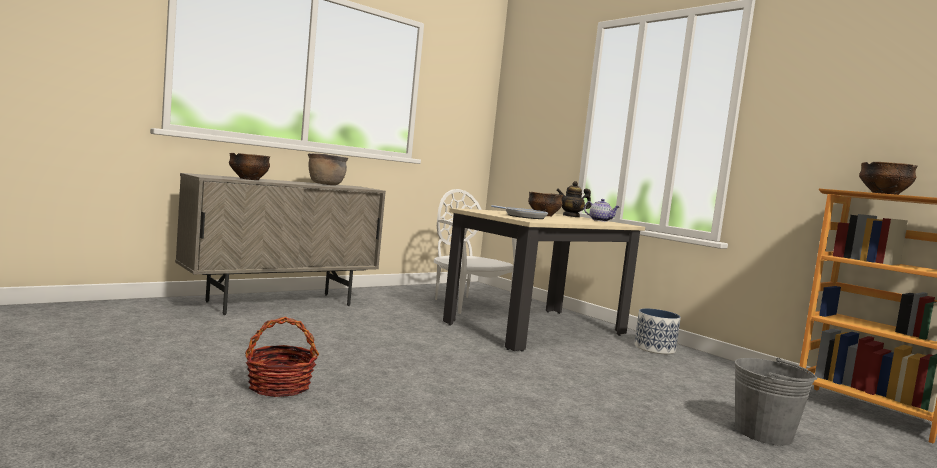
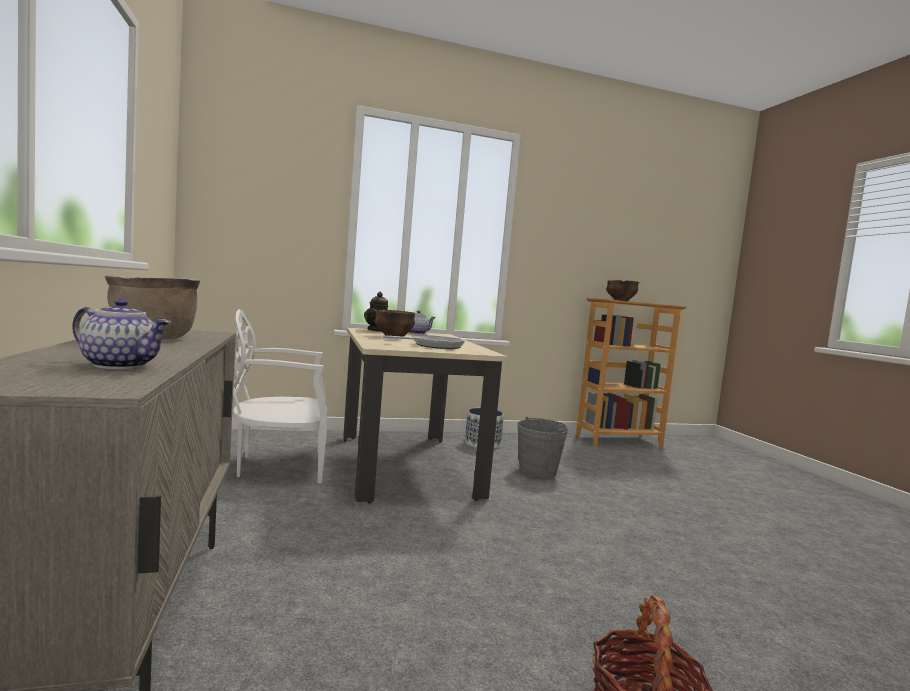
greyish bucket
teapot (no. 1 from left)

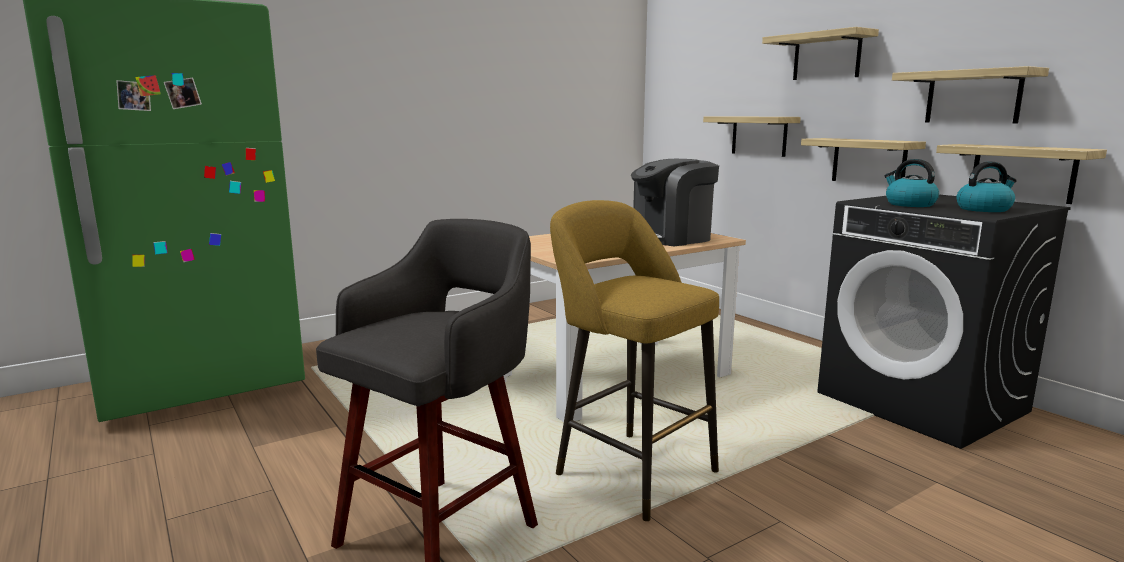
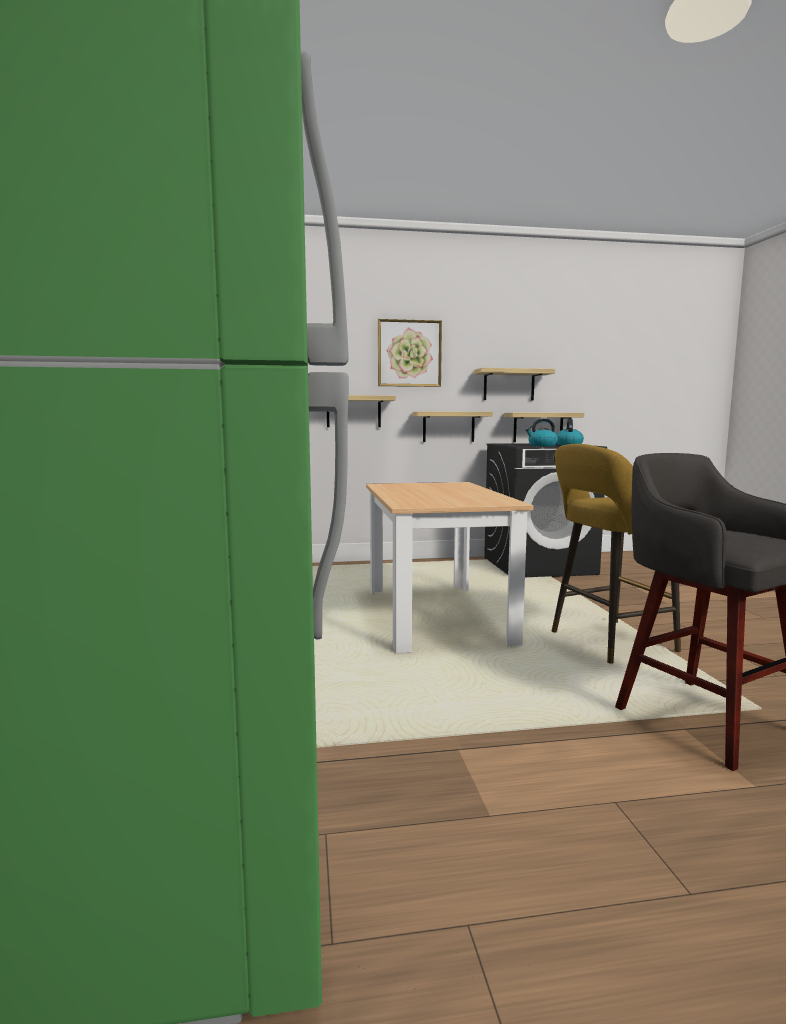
coffee machine
wall picture

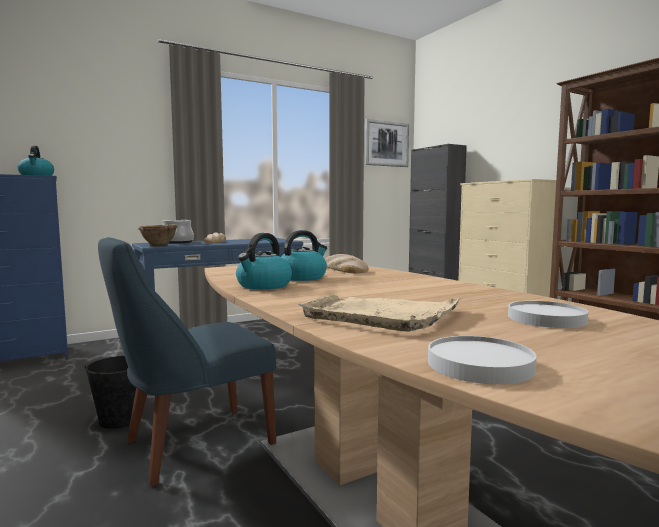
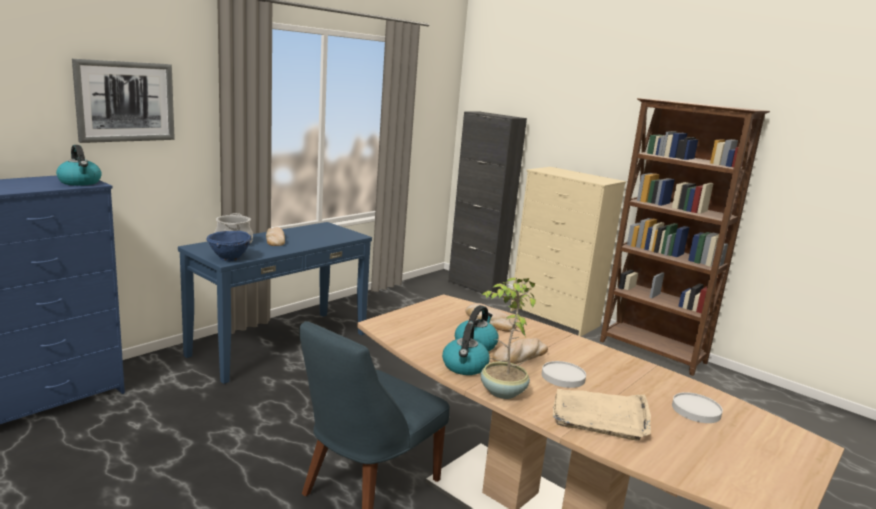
black bucket
potted plant
bread (no. 3 from left)
wall picture
white-coloured flat dish (no. 1 from left)
blue-coloured deep dish

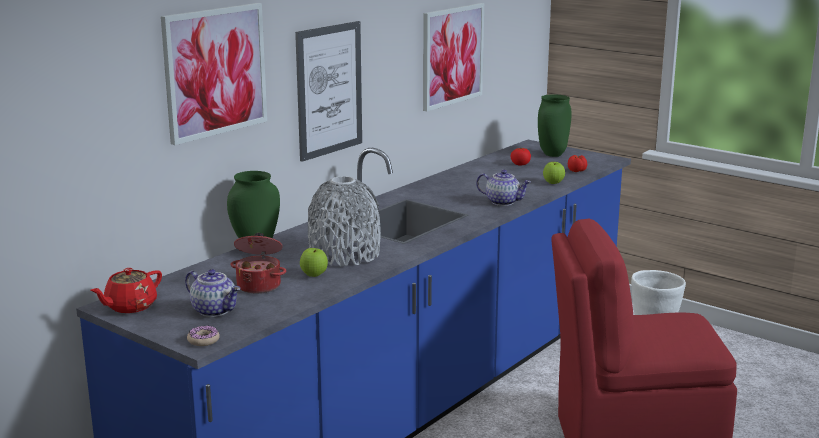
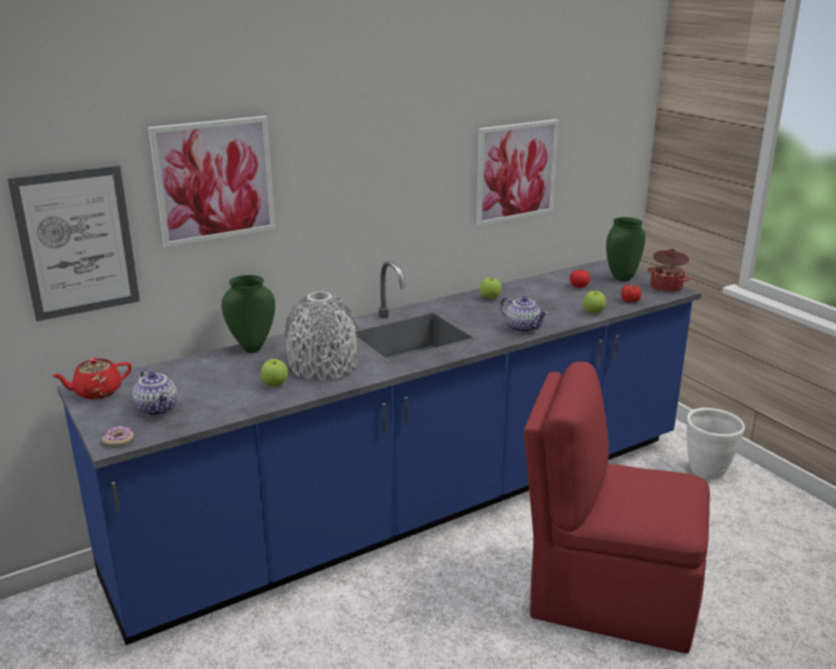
whole apple (no. 2 from left)
cooking pot
wall picture (no. 1 from left)

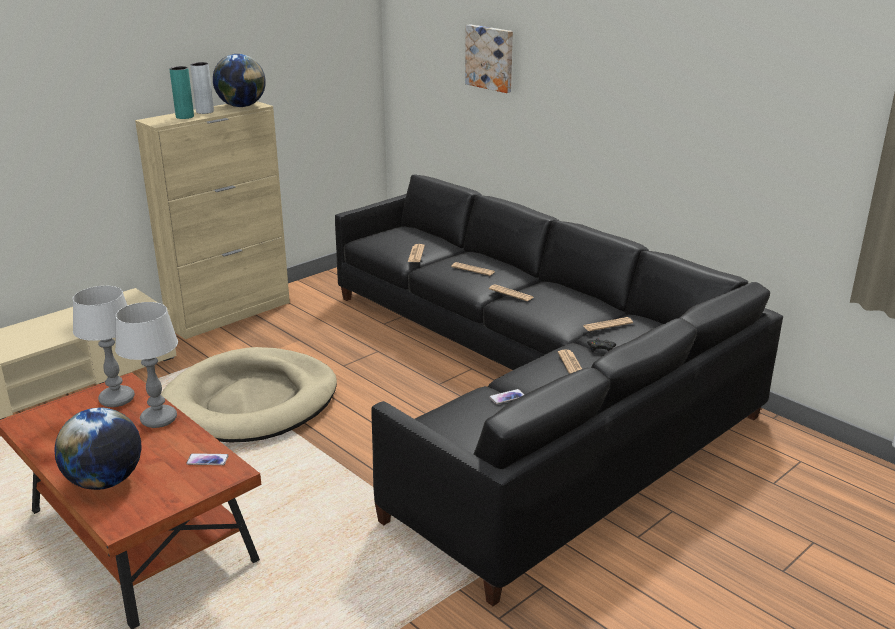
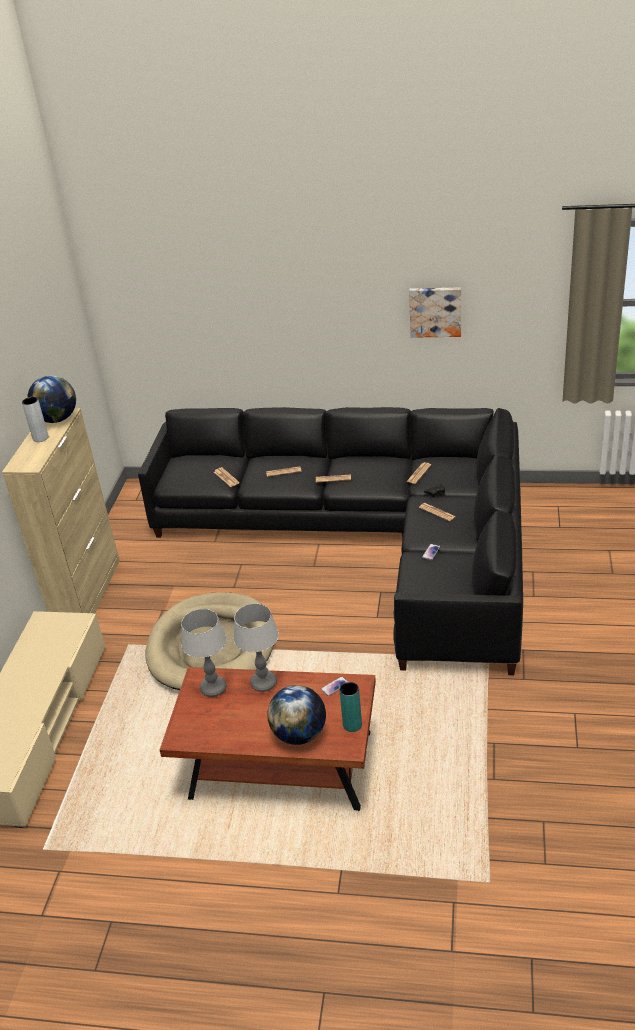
turquoise vase
wall picture

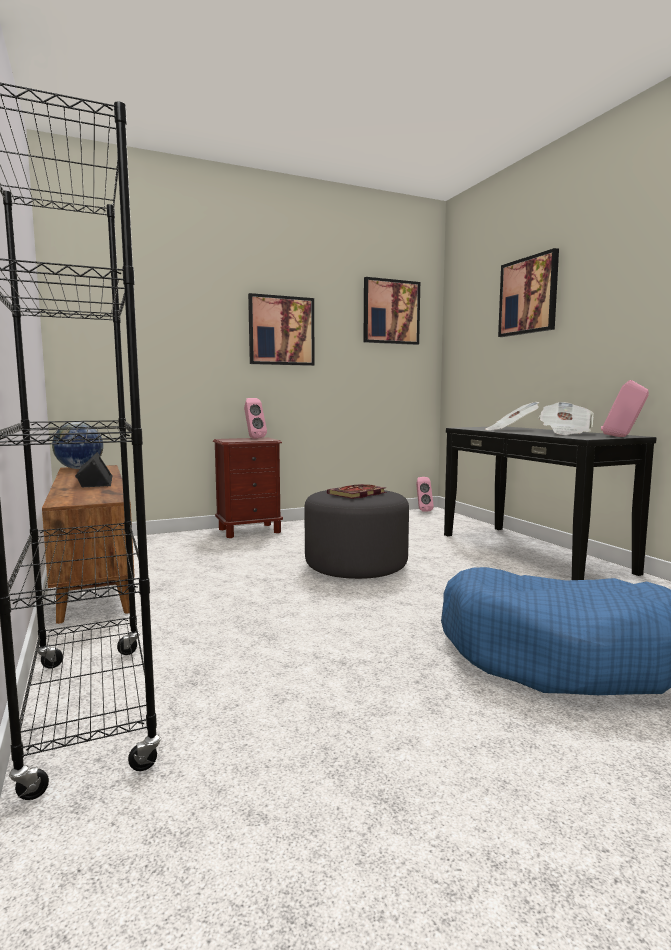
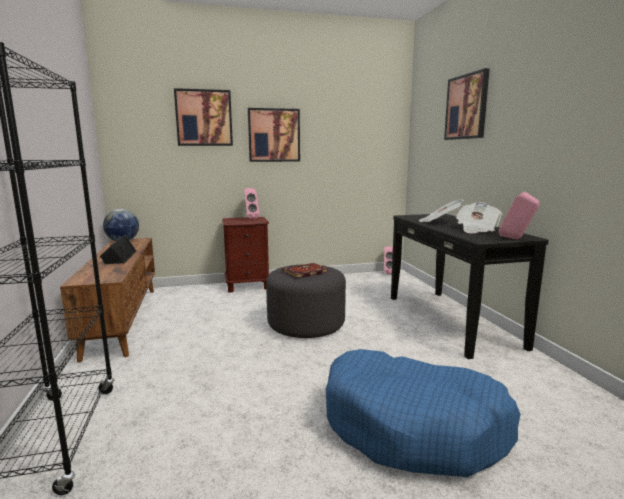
wall picture (no. 1 from left)

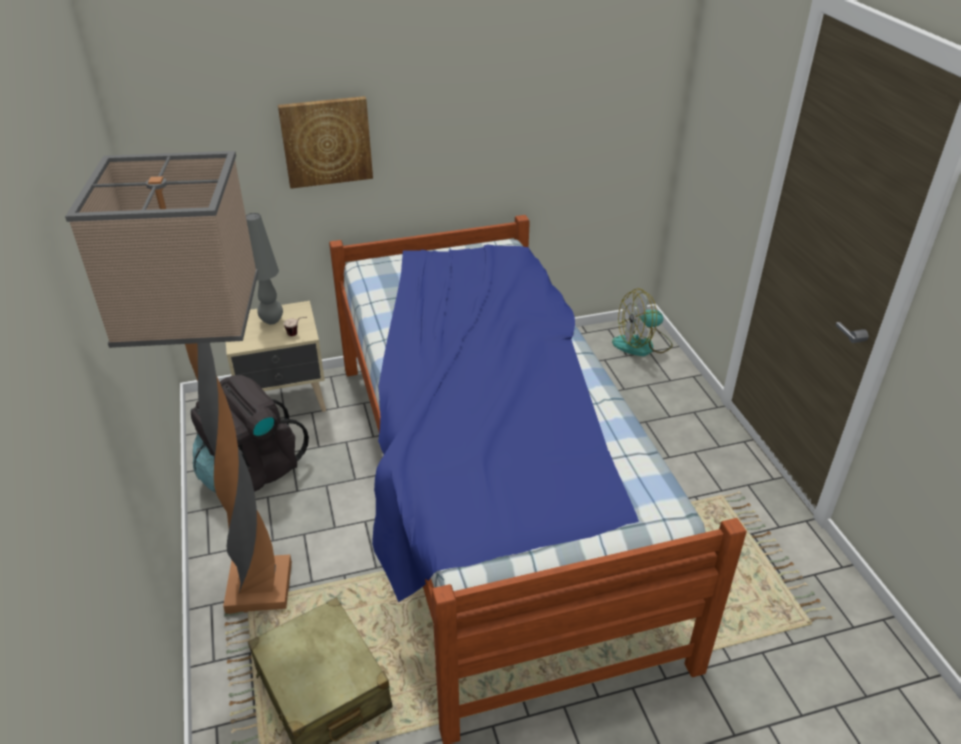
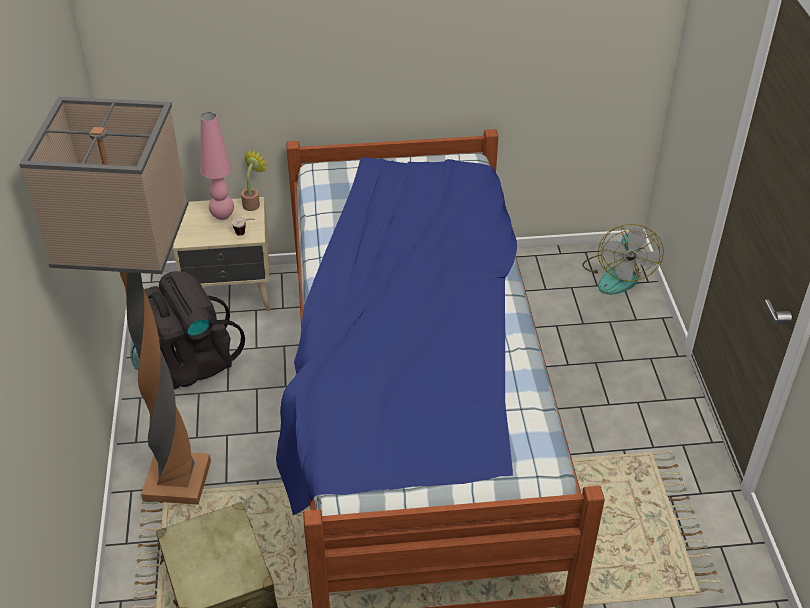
wall picture
potted plant
pink tabletop lamp
fan

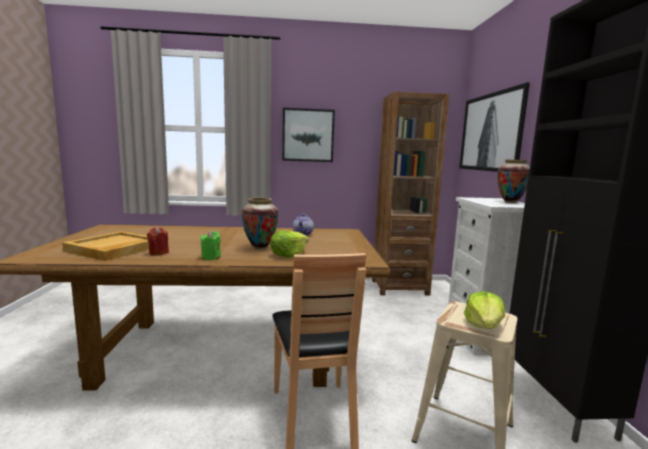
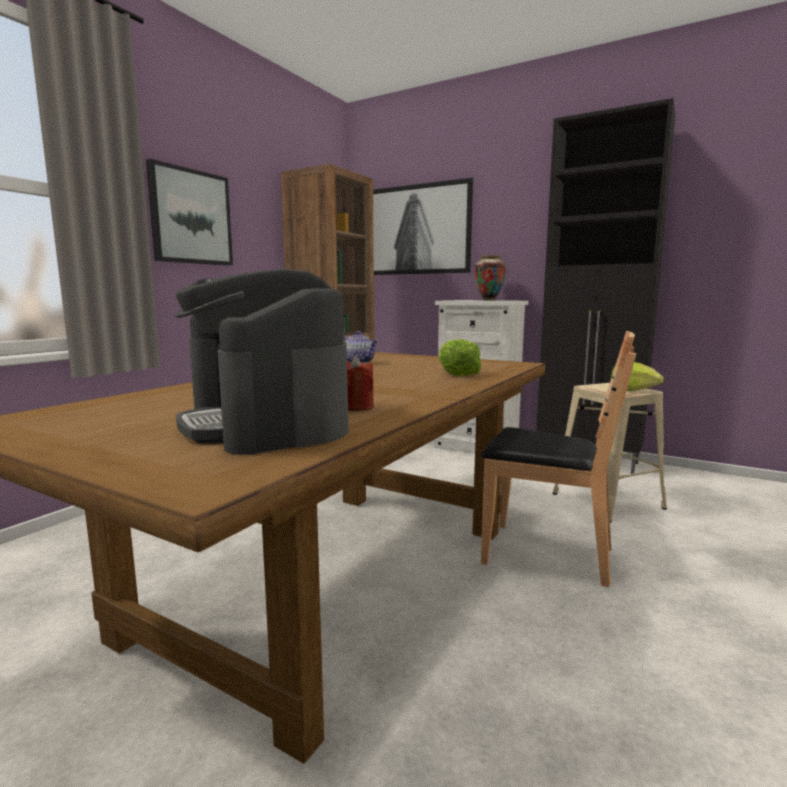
greenish wax light
vase (no. 1 from left in the first image)
coffee machine

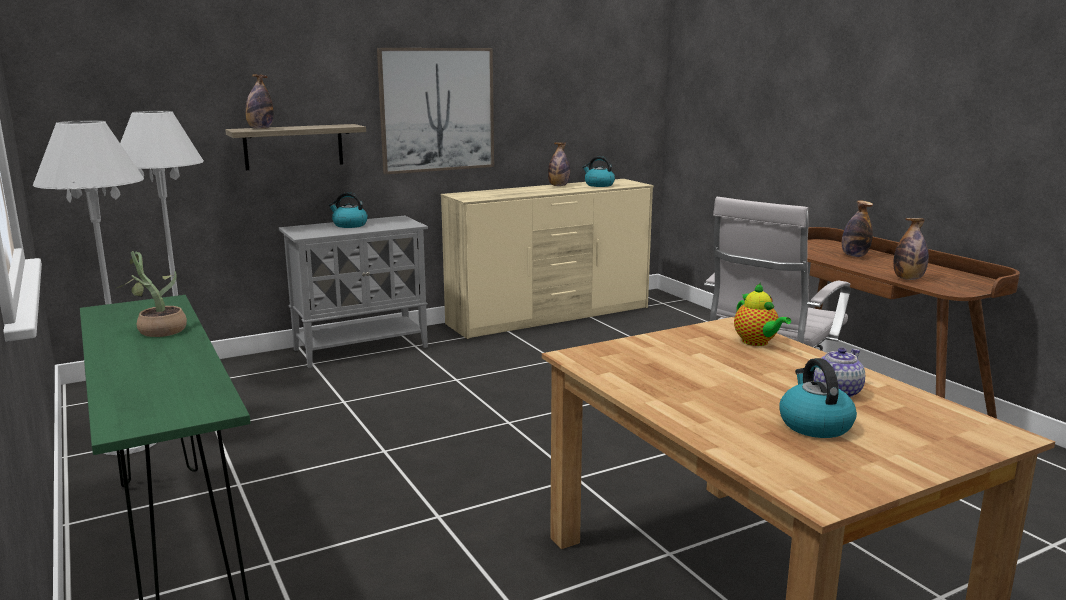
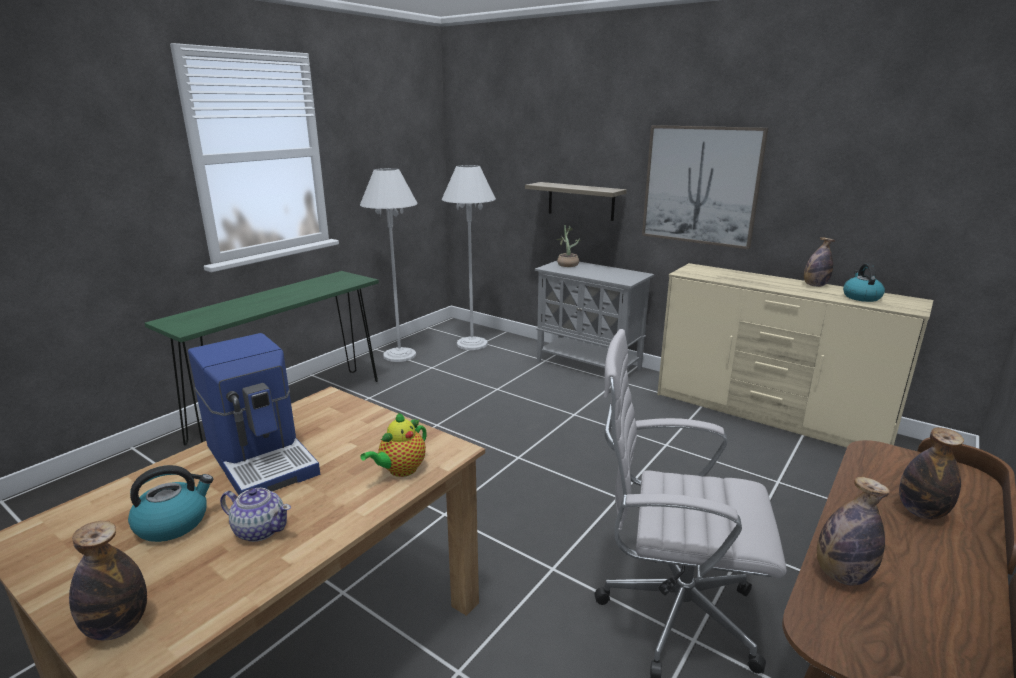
kettle (no. 1 from left in the first image)
coffee machine
potted plant
bottle (no. 1 from left)

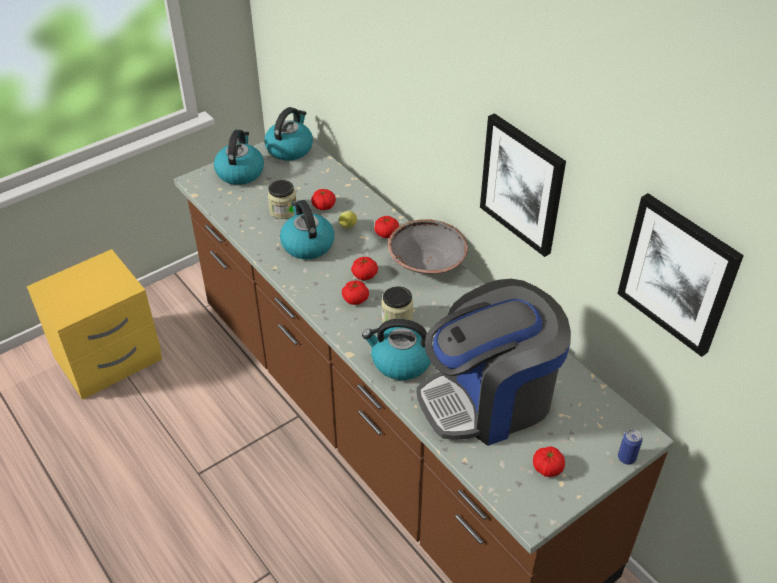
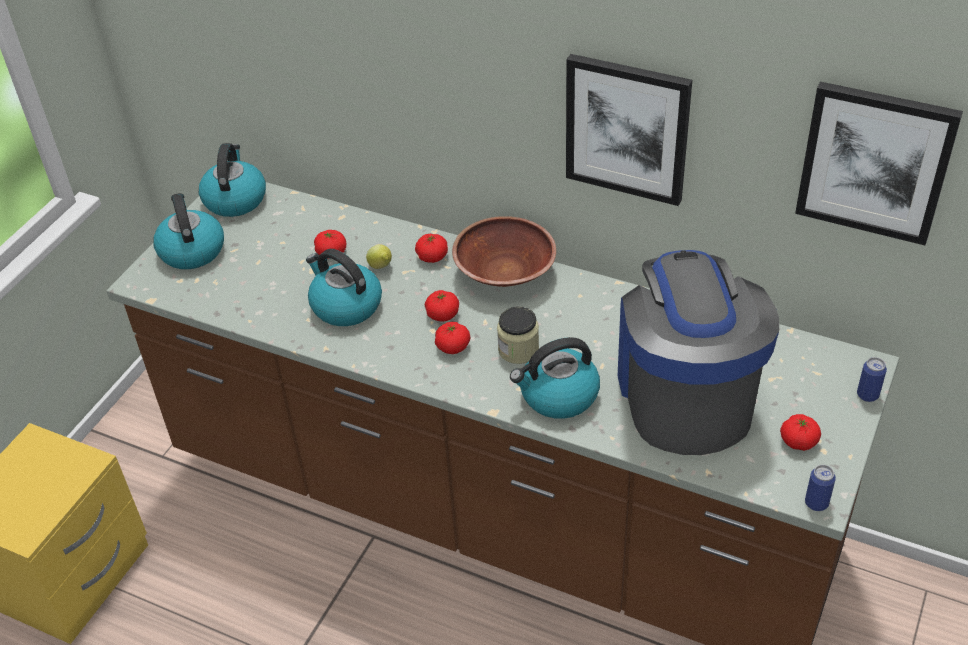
storage jar (no. 1 from left in the first image)
metal can (no. 1 from left)
brown deep dish
coffee machine

